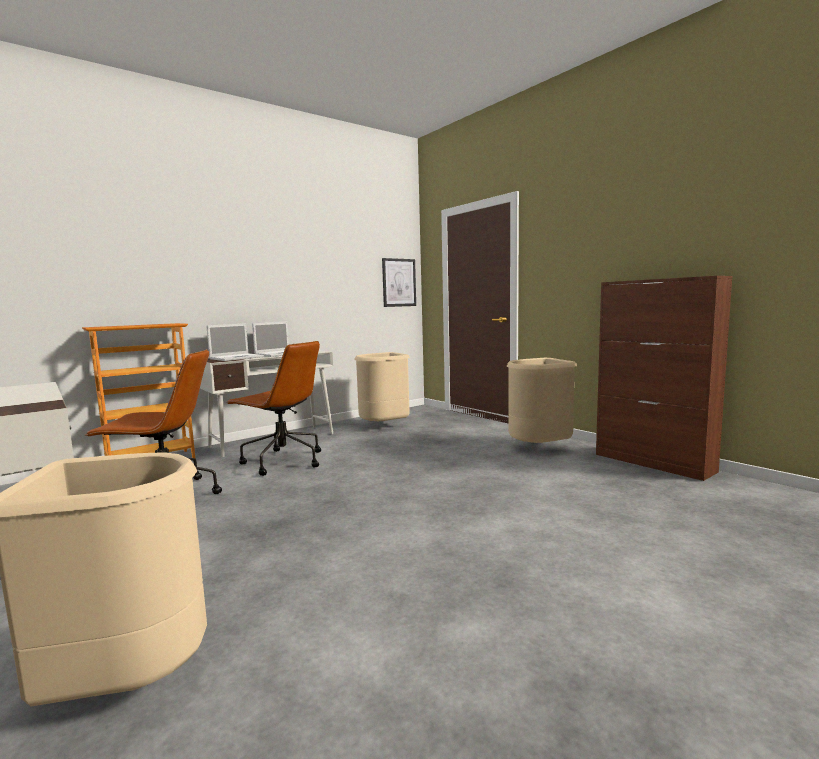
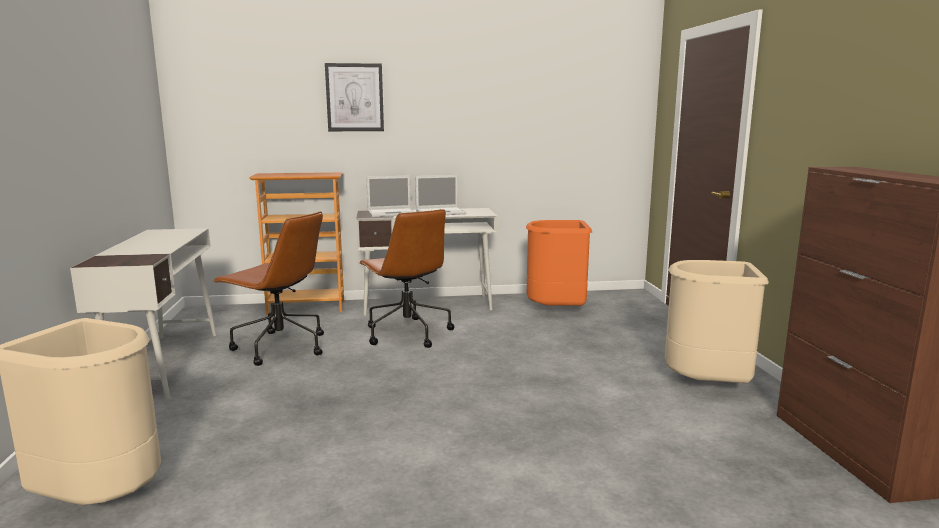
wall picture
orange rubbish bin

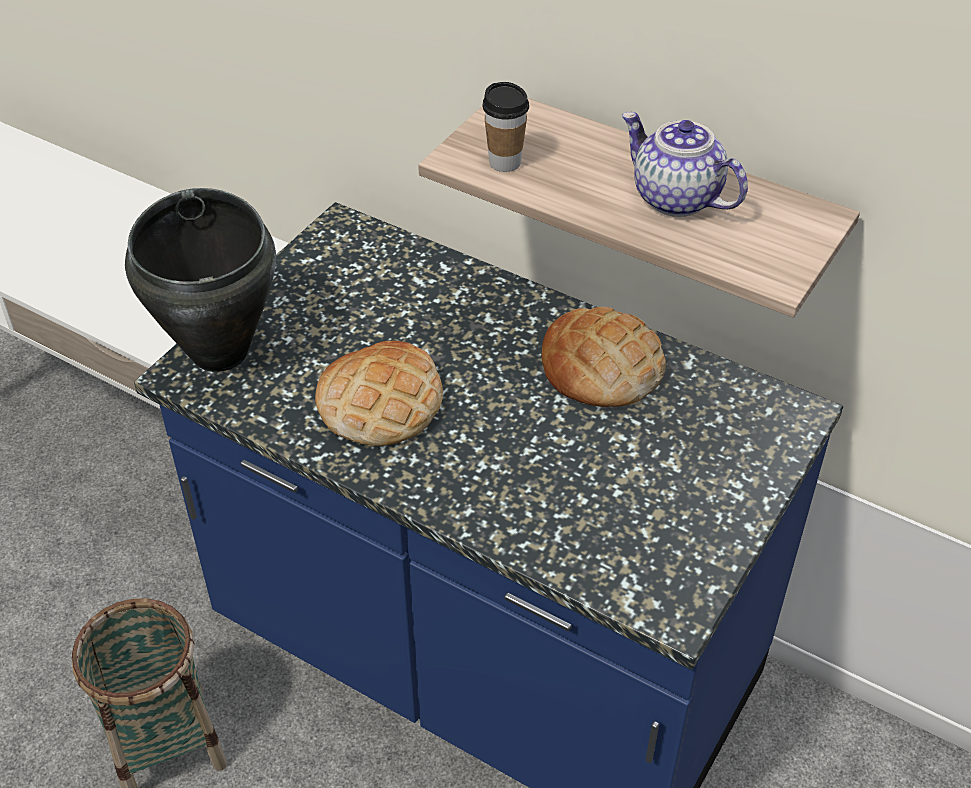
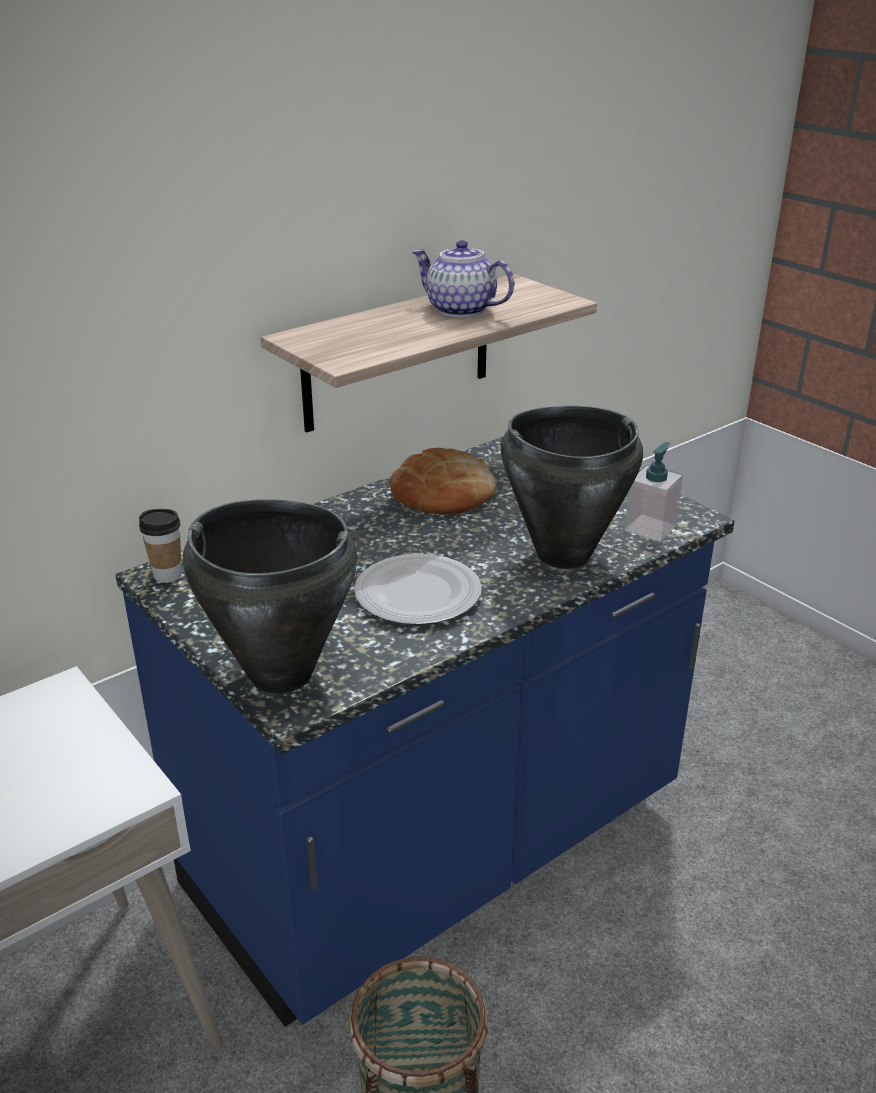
black cooking pot (no. 2 from left)
soap dispenser
small cup
flat dish
teapot

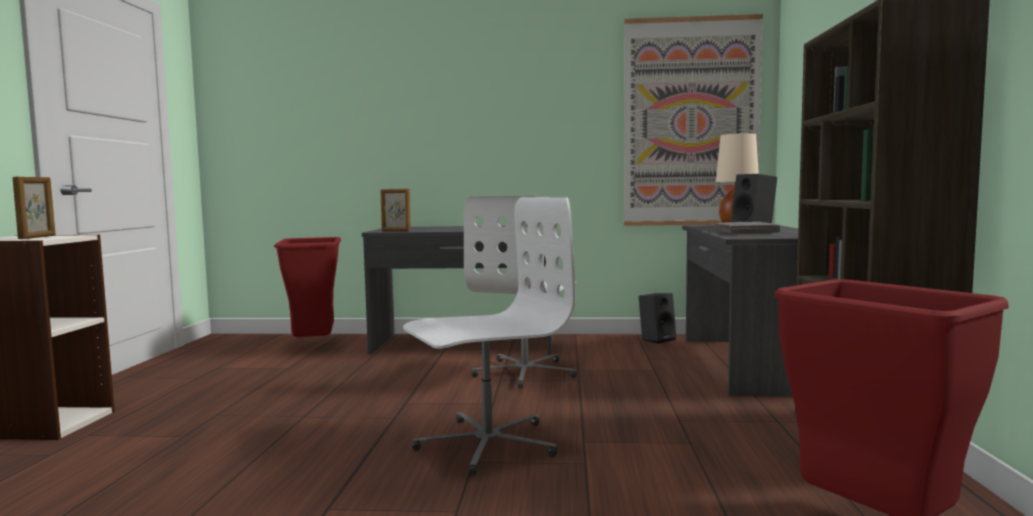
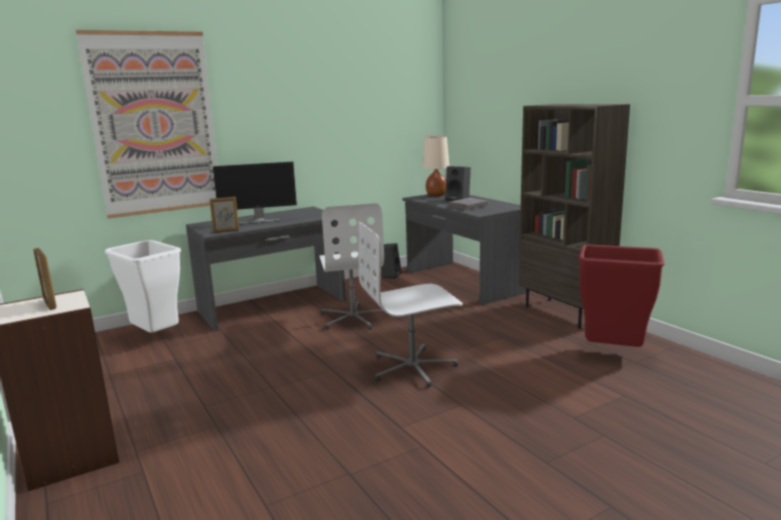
monitor
wall picture
white-coloured rubbish bin
white-coloured office chair (no. 2 from left)

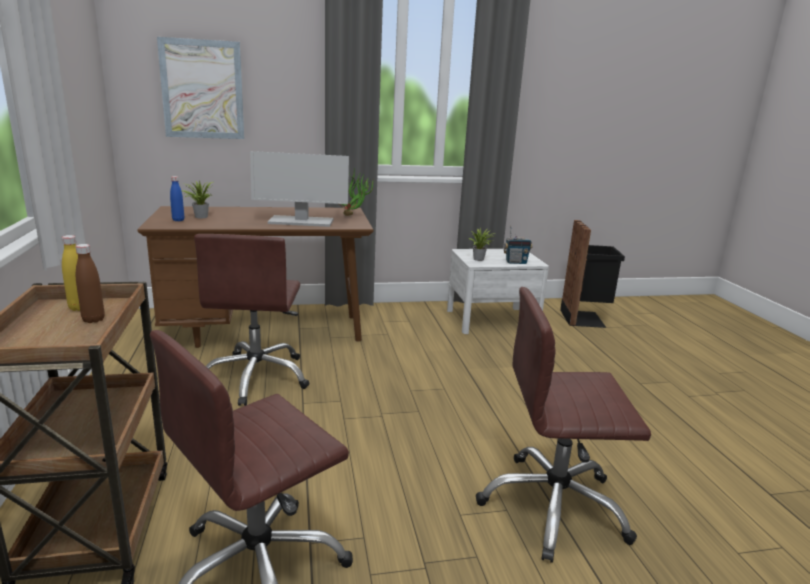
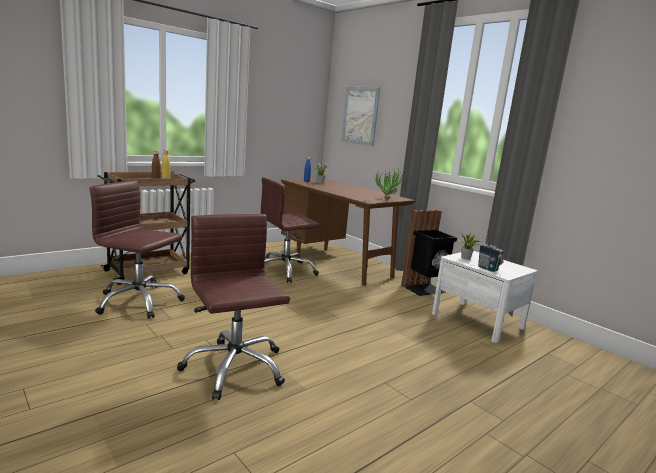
monitor
black rubbish bin

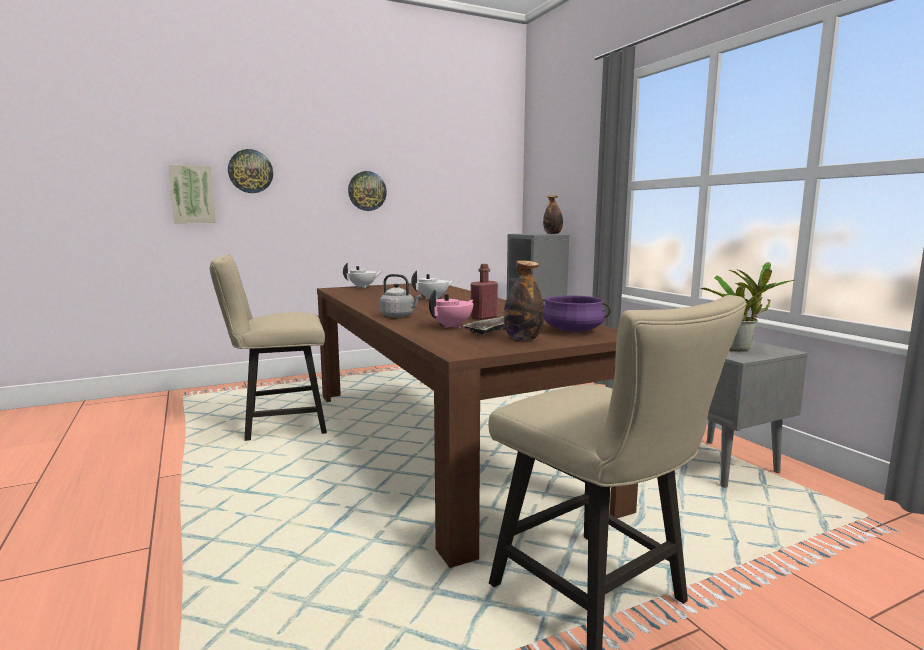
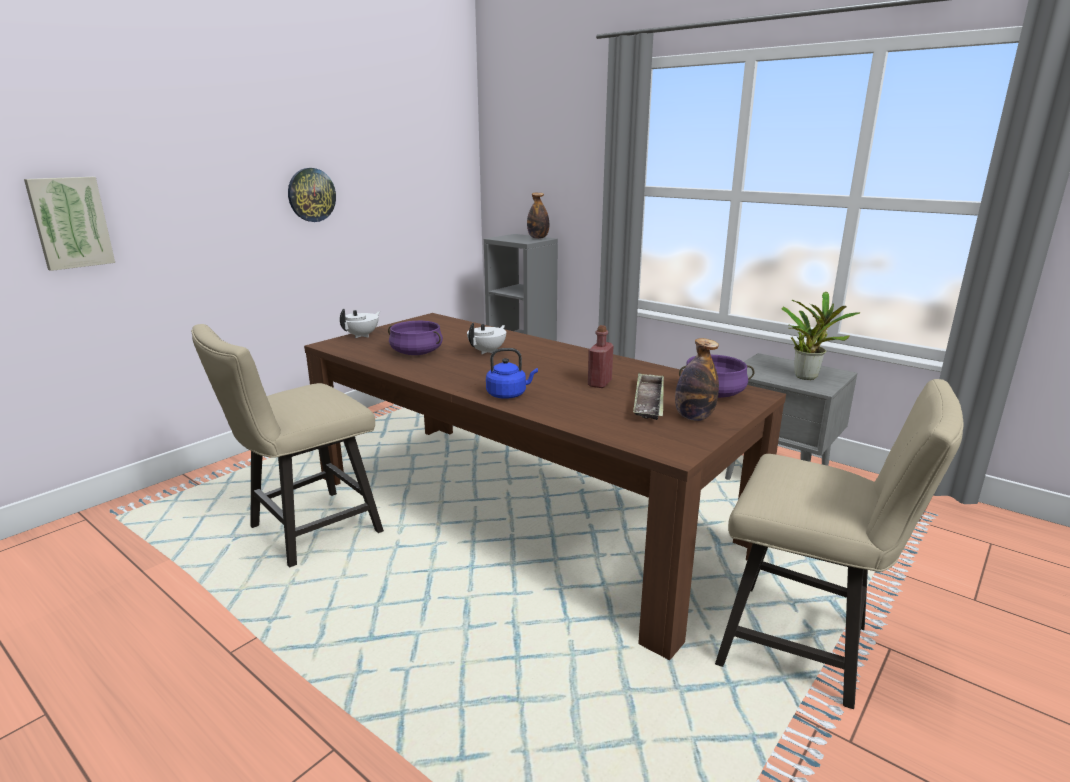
clock on the wall (no. 1 from left in the first image)
pink teapot
purple cooking pot (no. 1 from left)
blue-coloured kettle

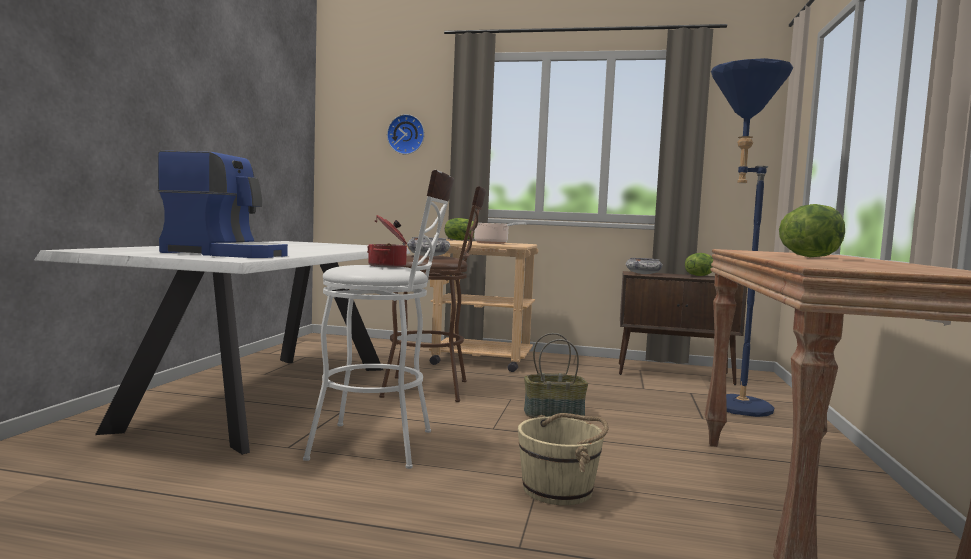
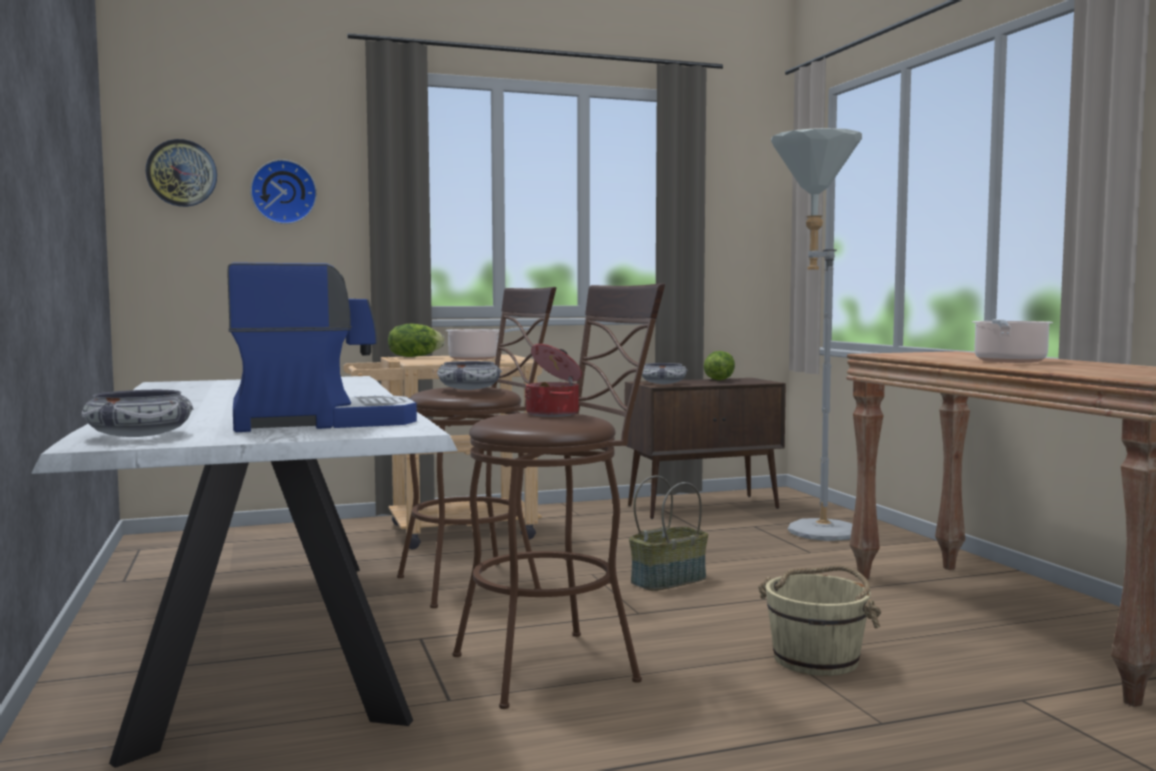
deep dish (no. 1 from left)
clock on the wall (no. 1 from left)
cooking pot (no. 3 from left)
brown sitting stool (no. 2 from left)
greyish standard lamp

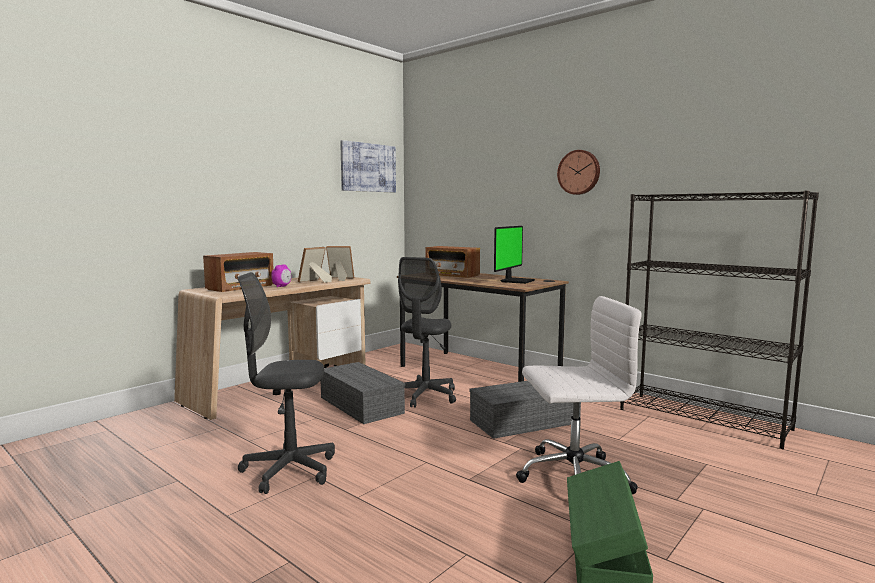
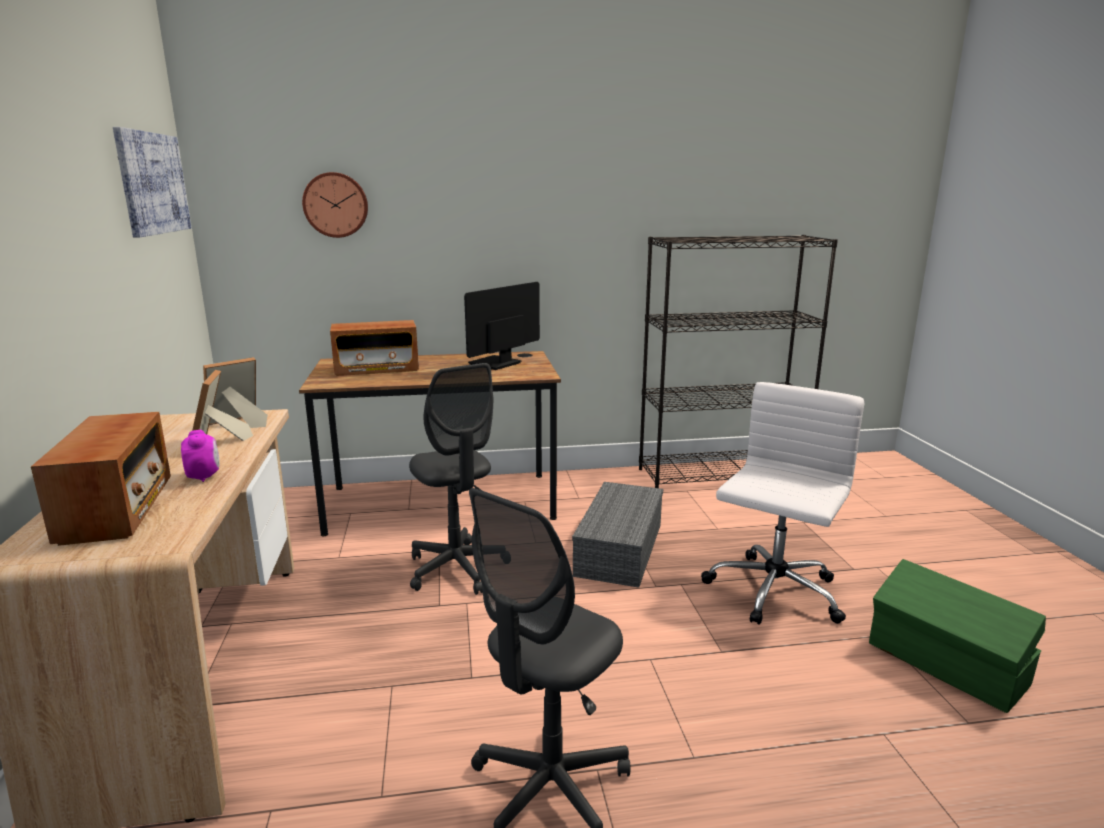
greyish storage container (no. 1 from left in the first image)
clock on the wall
monitor

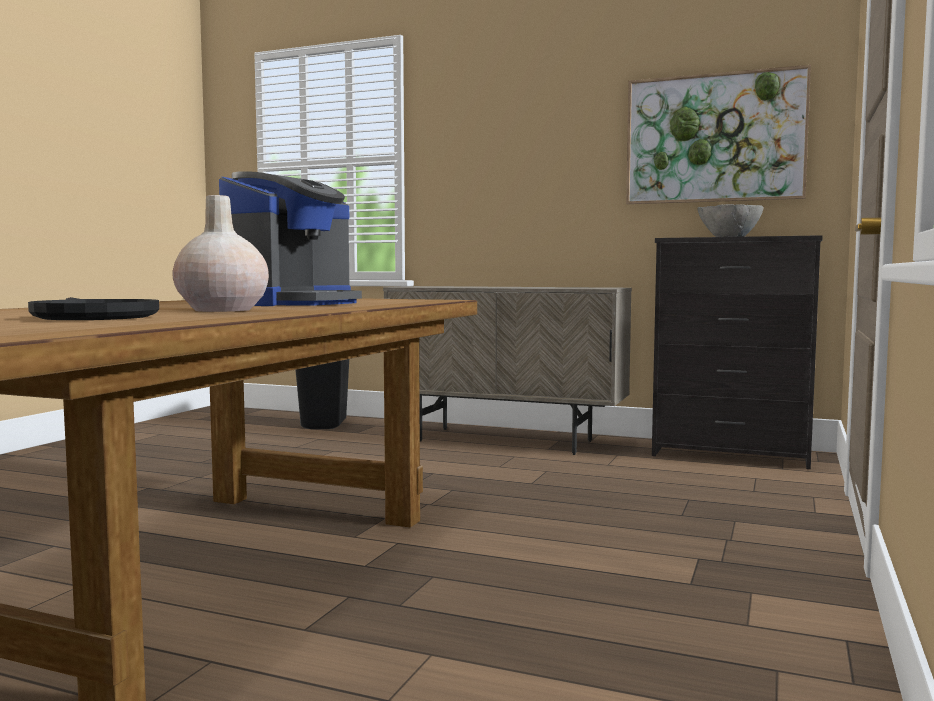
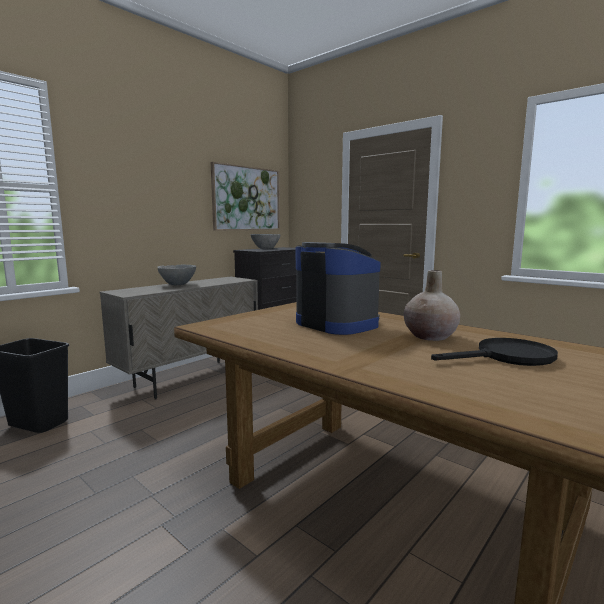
greyish deep dish (no. 1 from left)

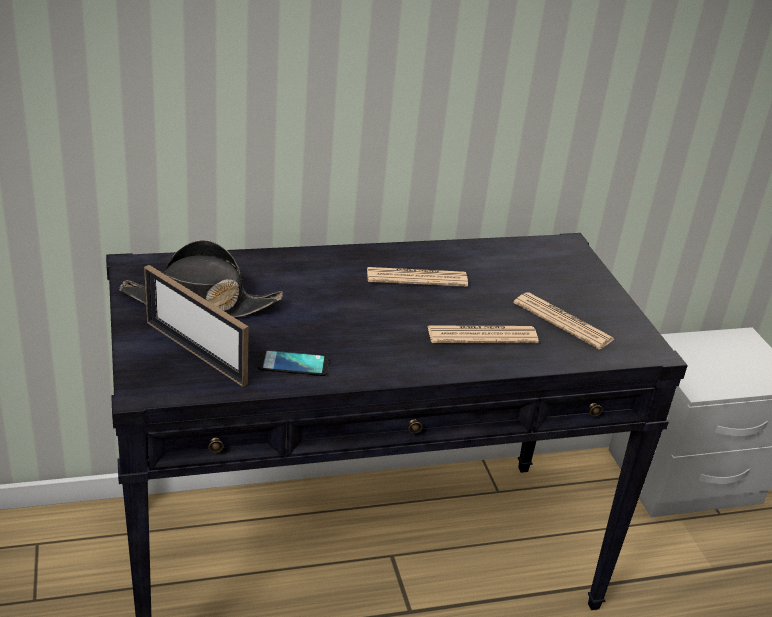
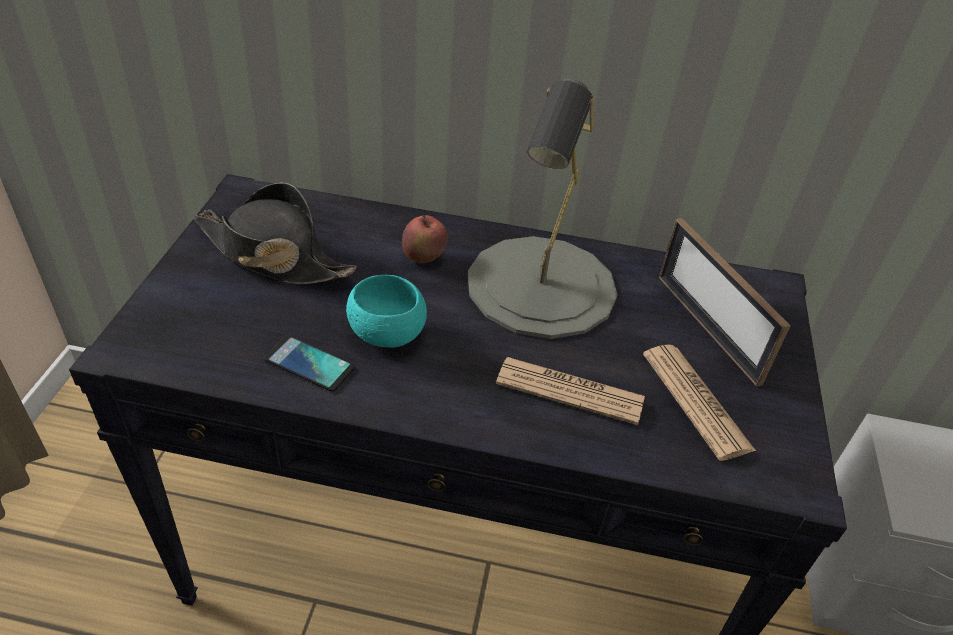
turquoise deep dish
whole apple
standing frame
greyish tabletop lamp

